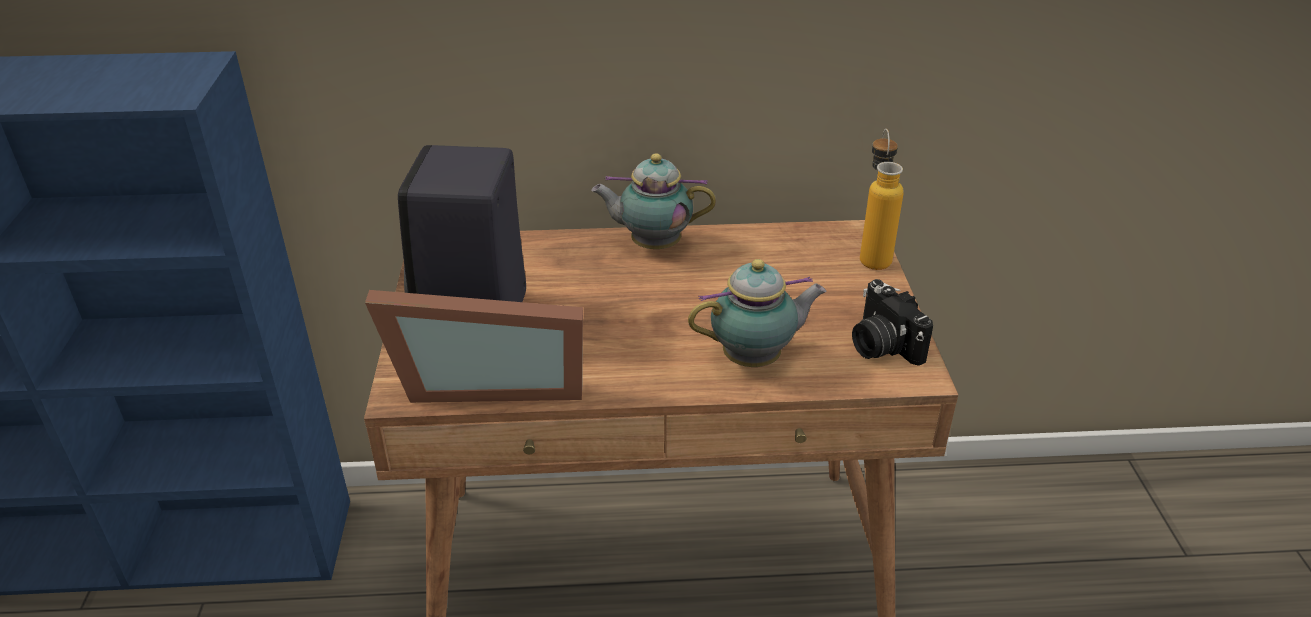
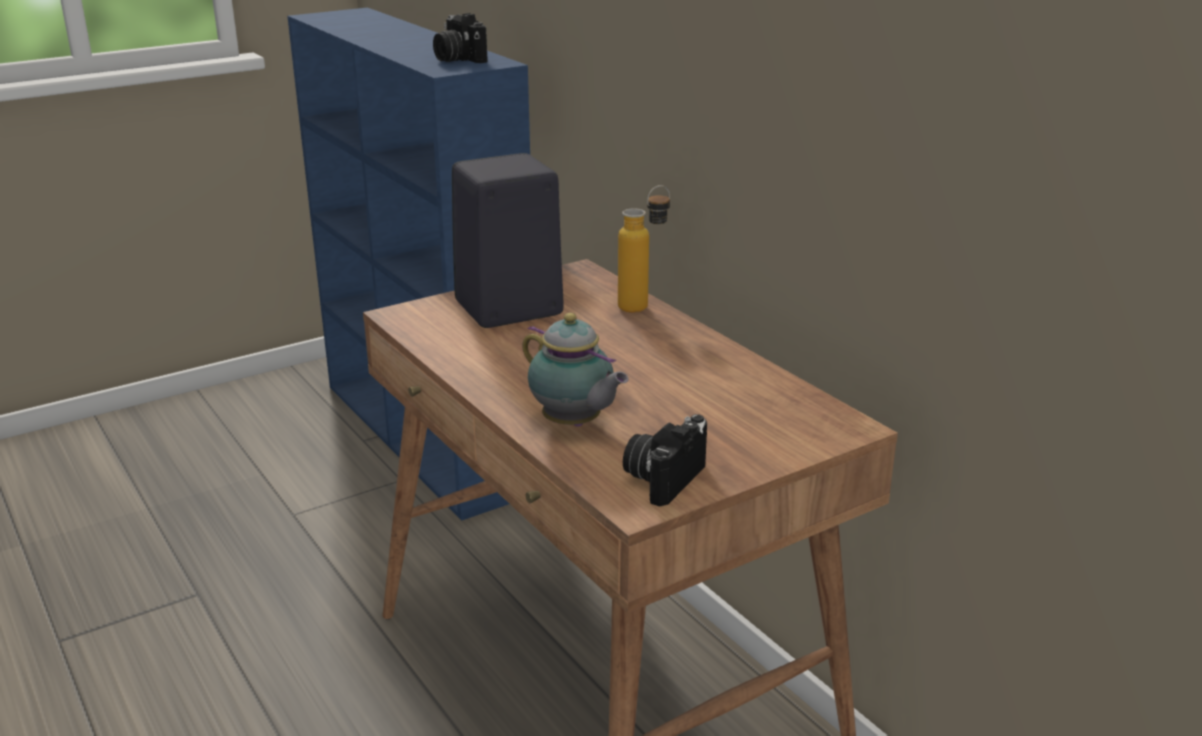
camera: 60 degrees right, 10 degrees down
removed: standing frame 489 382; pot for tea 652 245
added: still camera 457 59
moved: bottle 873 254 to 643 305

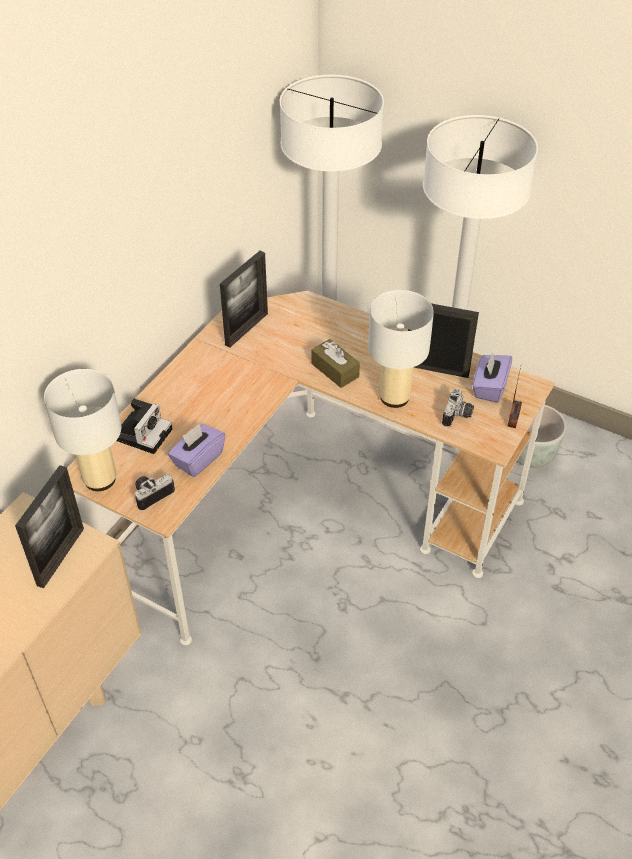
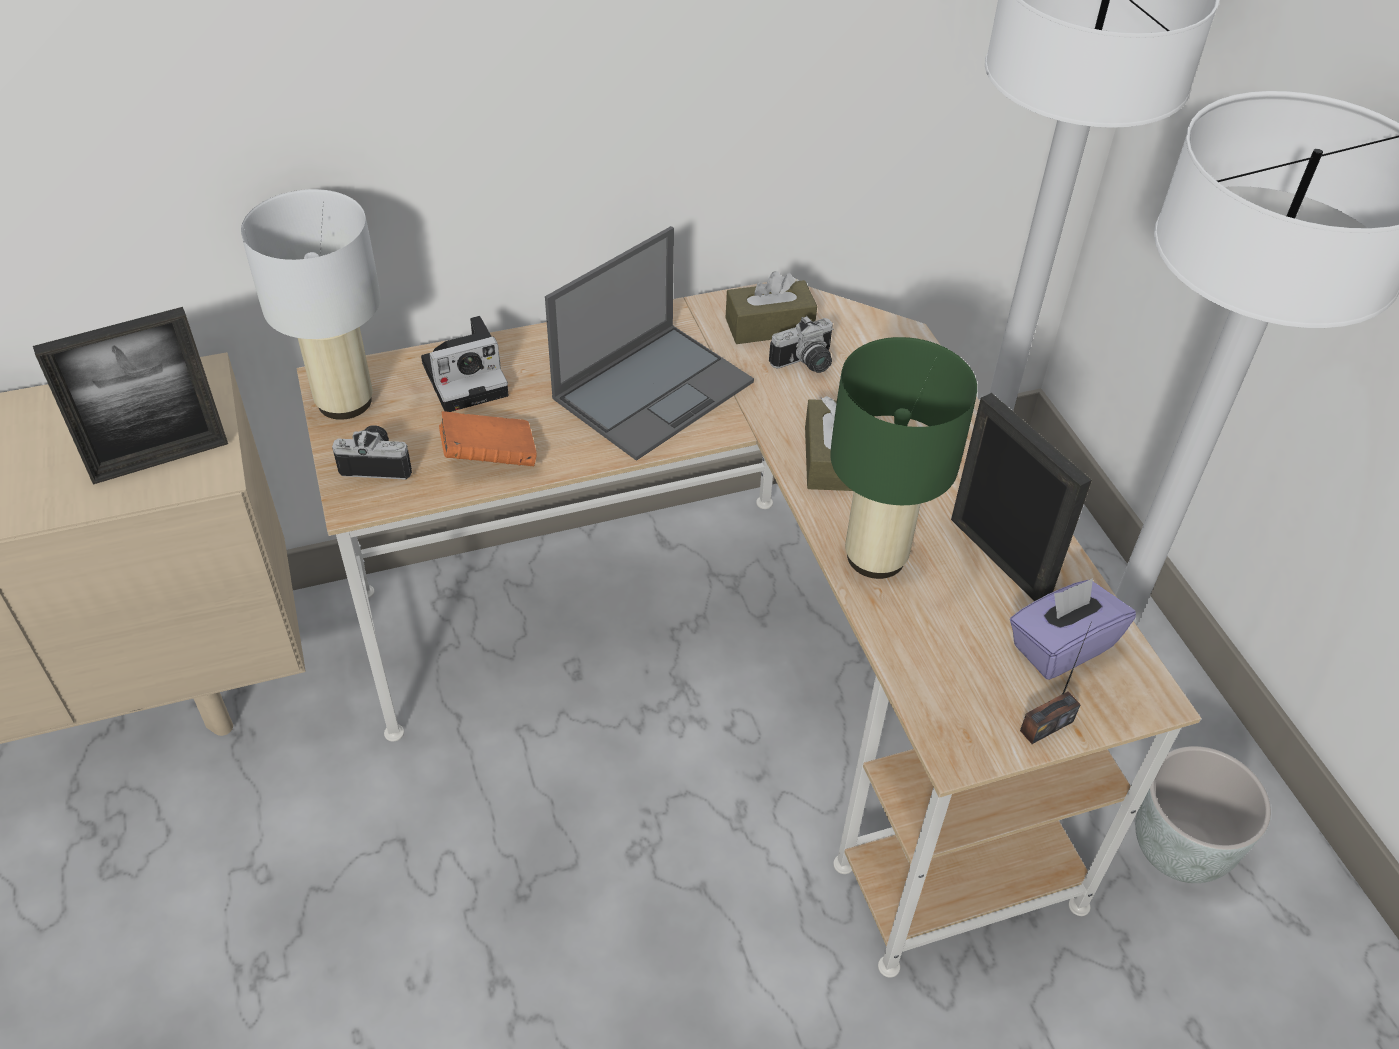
camera: 40 degrees right, 0 degrees up
added: portable computer 654 389
moved: still camera 458 416 to 806 364
replaced: purple tissue holder 198 459 to orange-coloured book 489 457; standing frame 246 329 to brown-coloured tissue holder 769 326
recoloured: white-coloured table lamp 394 398 to green table lamp 874 557

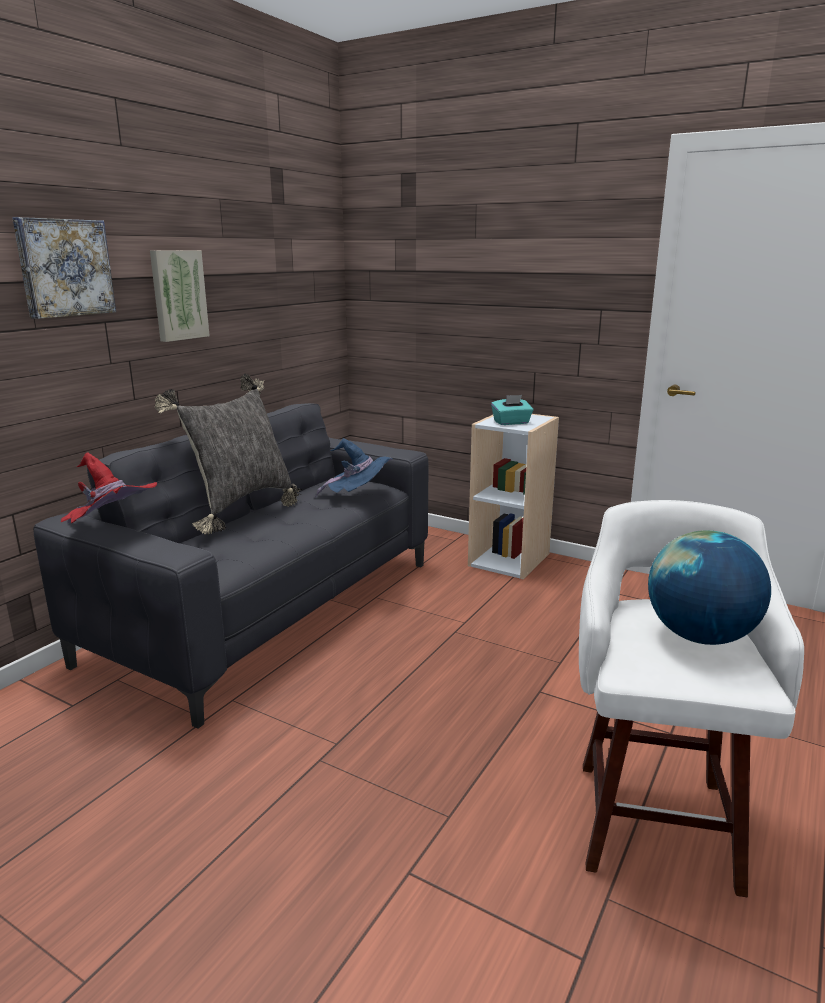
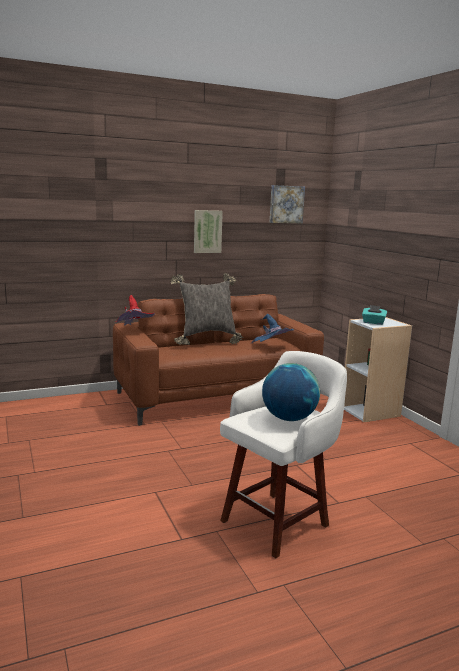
camera: 35 degrees right, 5 degrees down
moved: wall picture 64 268 to 286 204
recoloured: gray sofa 270 609 to brown-coloured sofa 216 396

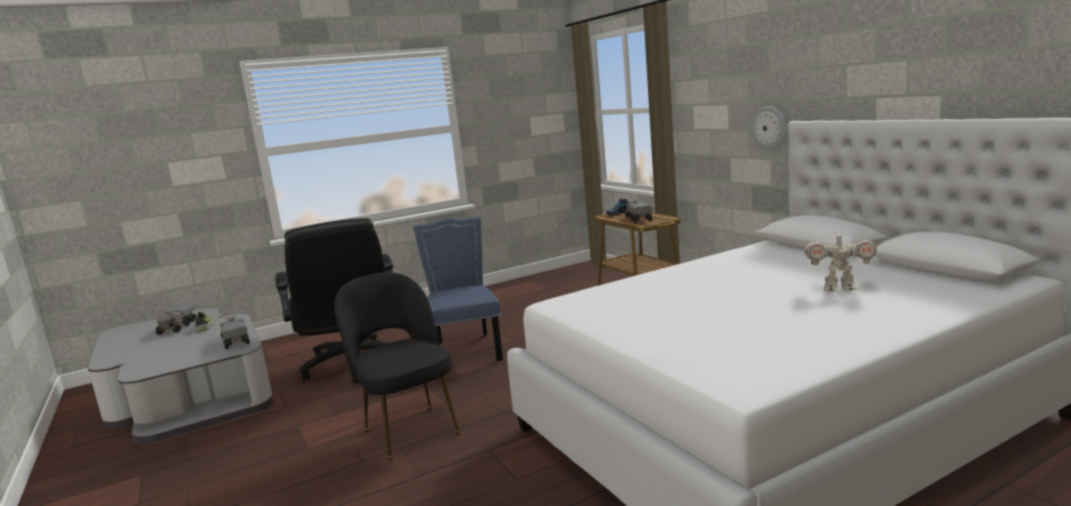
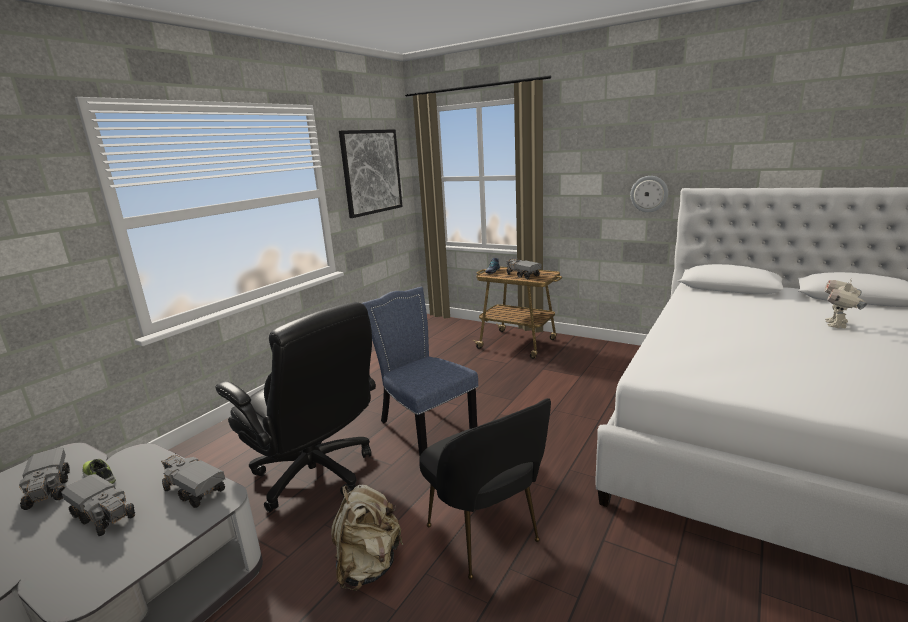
camera: 30 degrees left, 5 degrees up
added: model truck 104 516; sand-coloured backpack 368 566; wall picture 371 172
turned: black-coloured plain chair 408 429 = 487 540 150 degrees counterclockwise; model robot 839 289 = 837 325 135 degrees clockwise

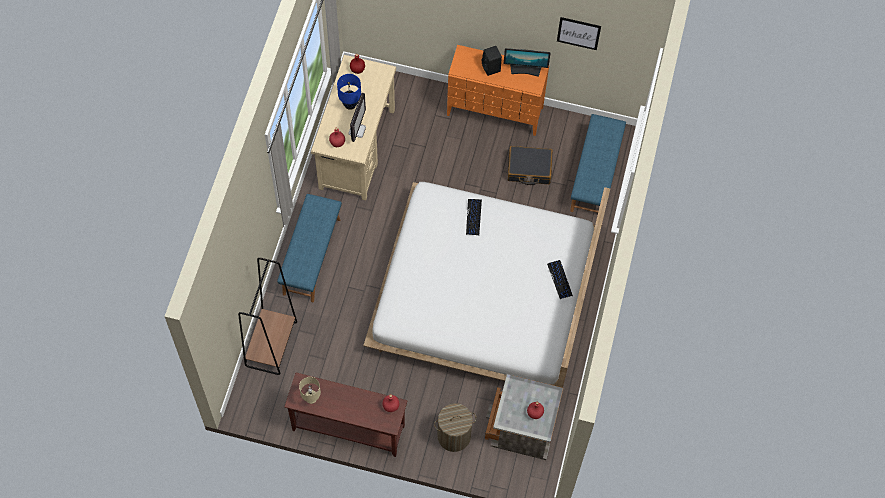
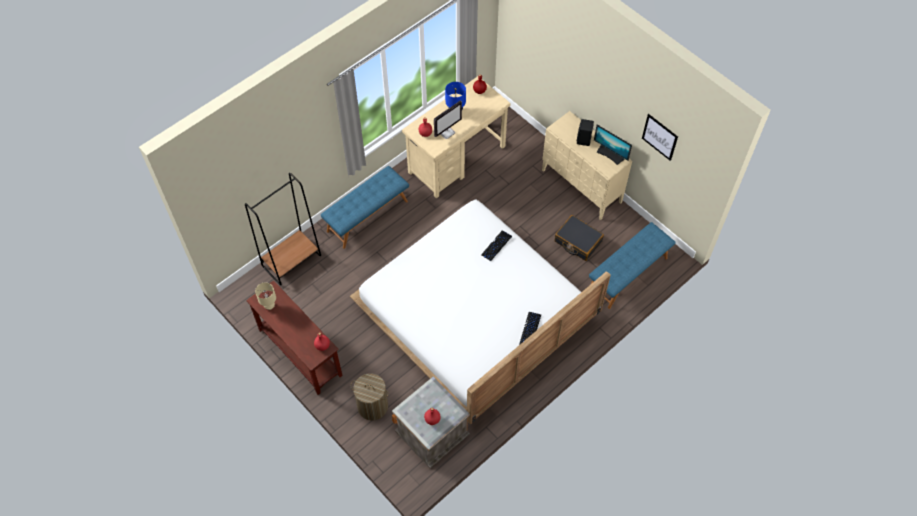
camera: 35 degrees right, 5 degrees down
recoloured: orange-coloured dresser 495 112 to sand-coloured dresser 581 187

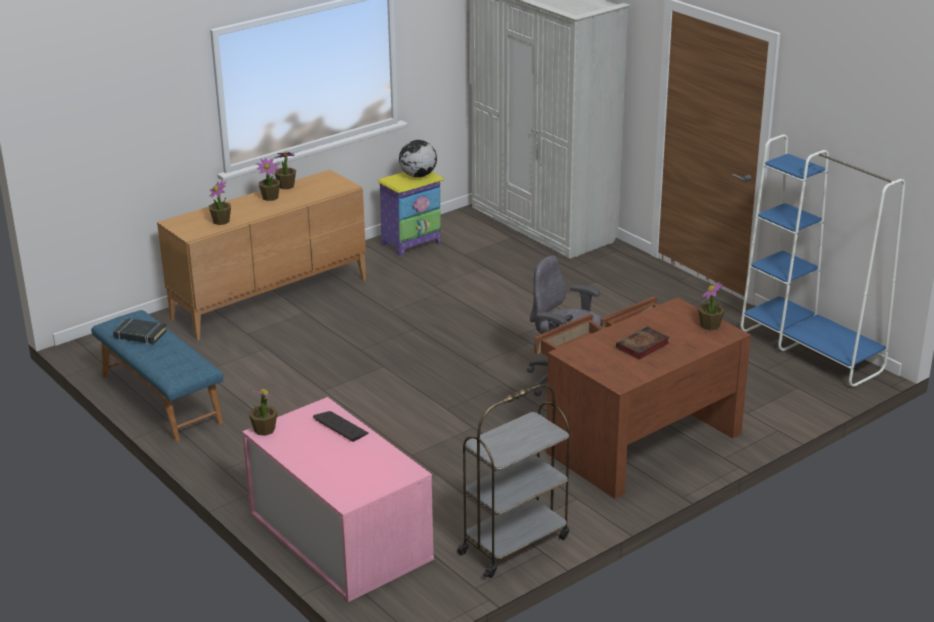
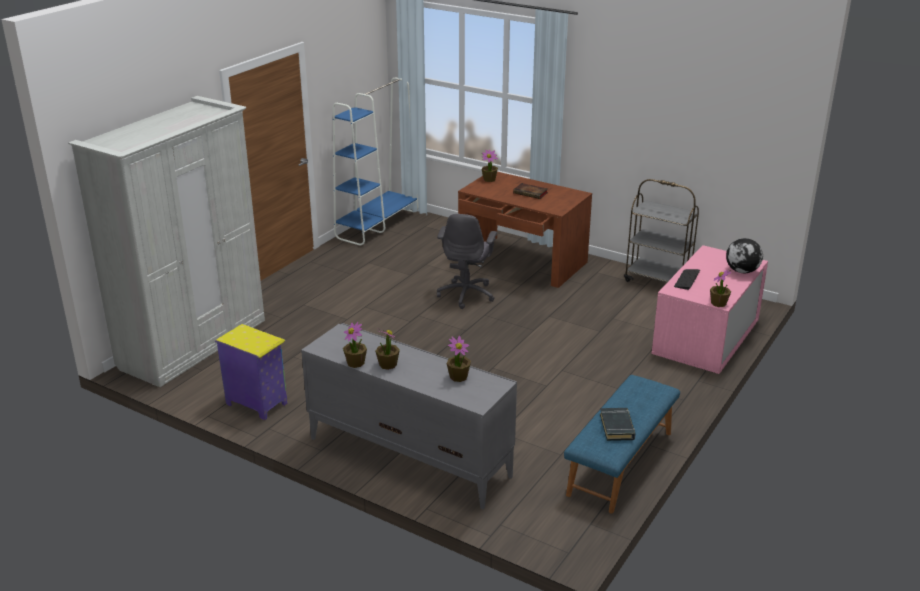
camera: 110 degrees left, 0 degrees up
moved: globe 418 175 to 742 271
recoloured: brown-coloured dresser 270 298 to gray dresser 408 457

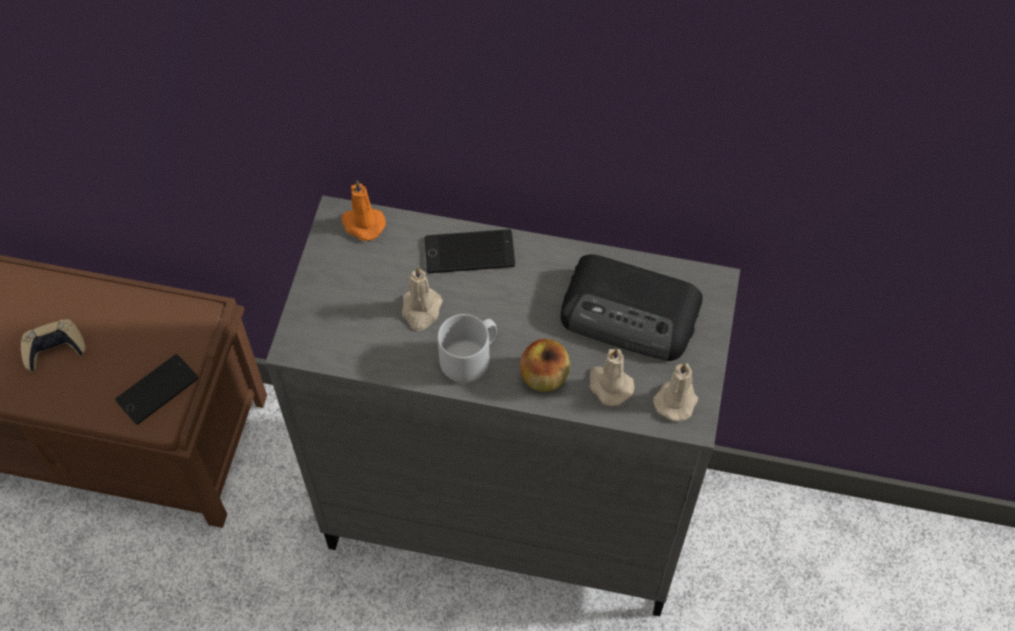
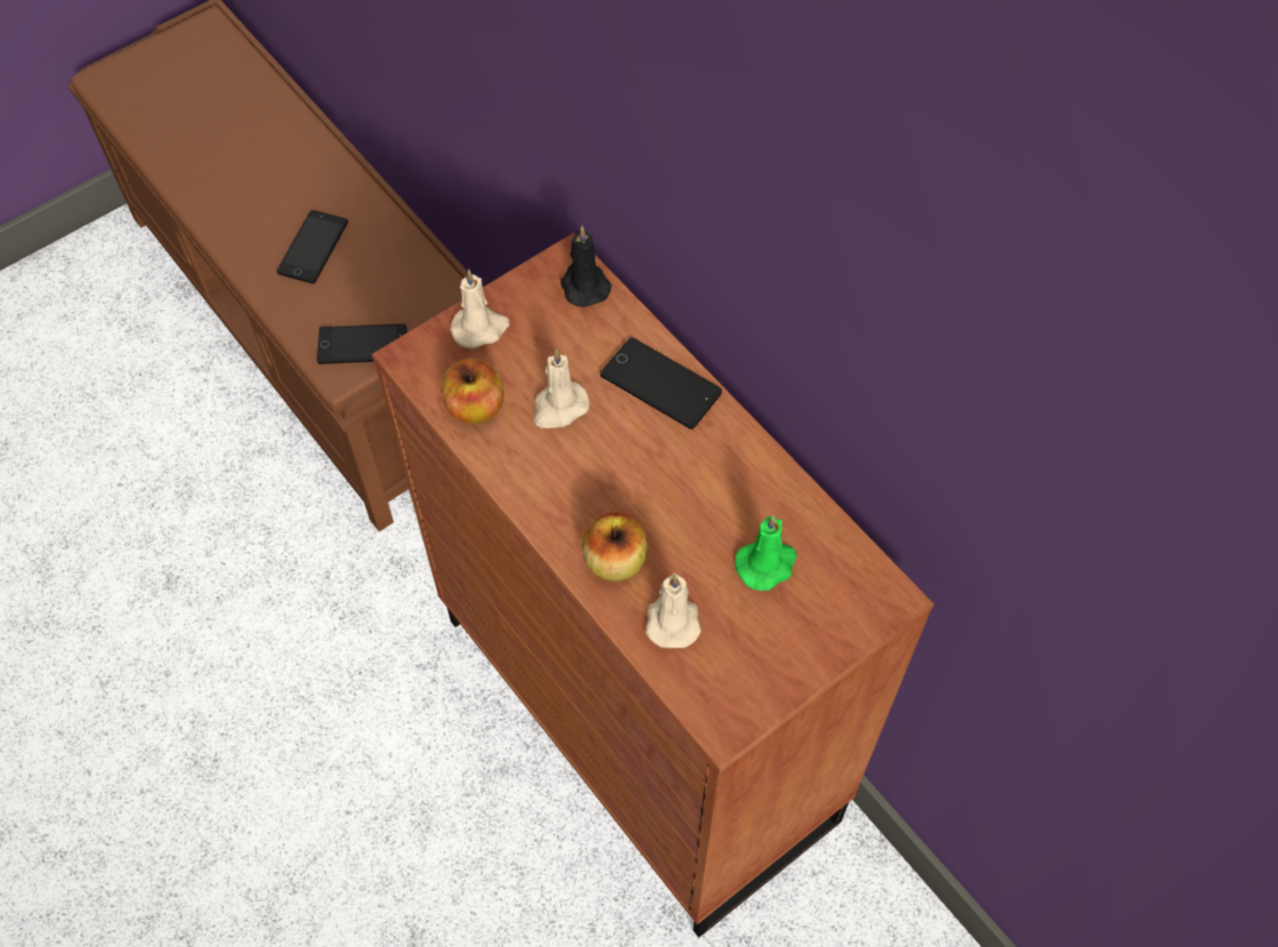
camera: 40 degrees right, 0 degrees up
removed: gray coffee mug 470 358
added: whole apple 475 407
moved: sand-coloured wax light 676 399 to 481 328
replaced: sand-coloured joypad 54 348 to handset 313 247; radio 631 314 to green wax light 767 564
recoloured: gray dresser 509 511 to brown-coloured dresser 642 717; orange-coloured wax light 362 224 to black-coloured wax light 584 285

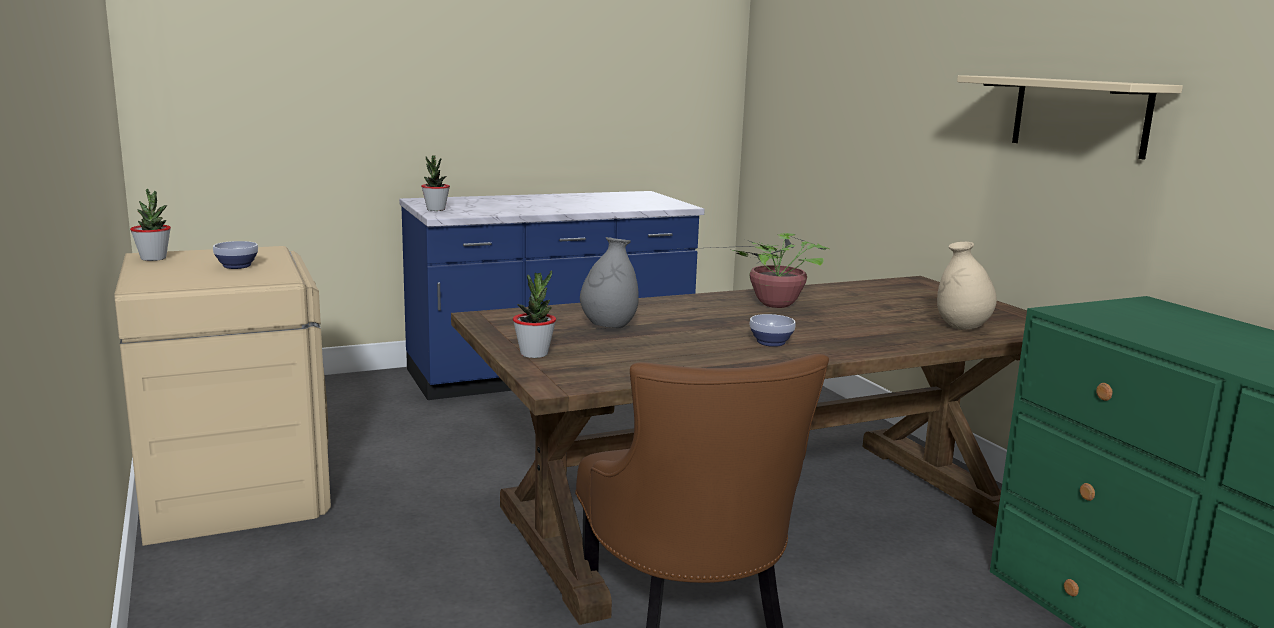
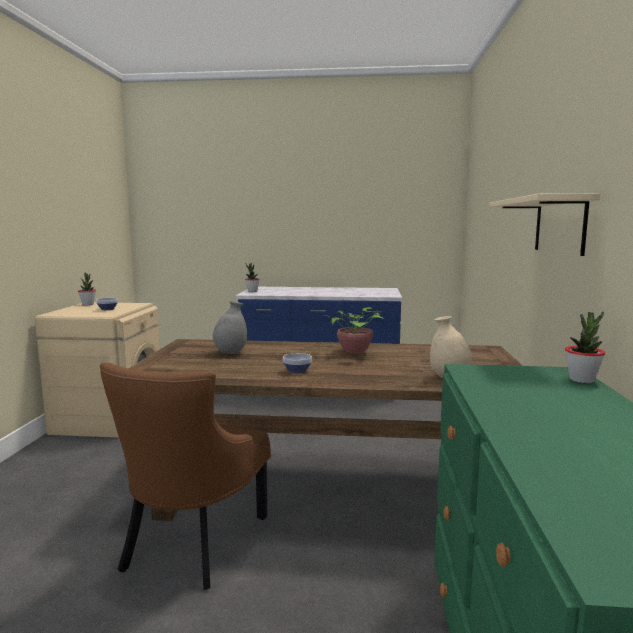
camera: 30 degrees right, 5 degrees down
moved: plant in a pot 534 354 to 582 380

